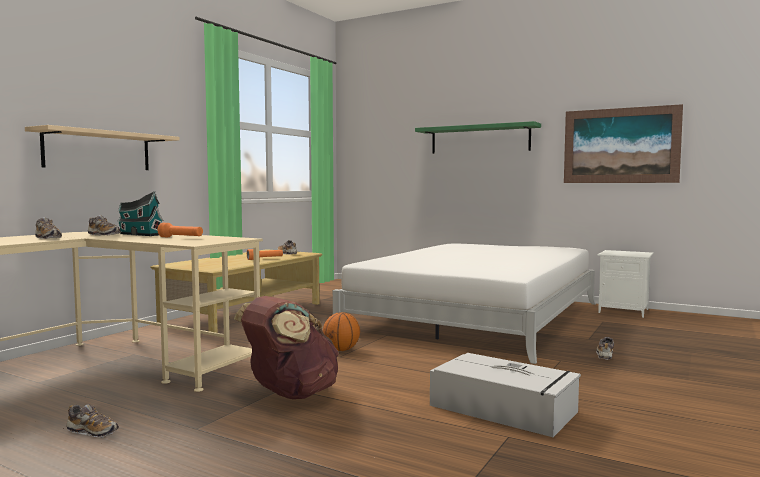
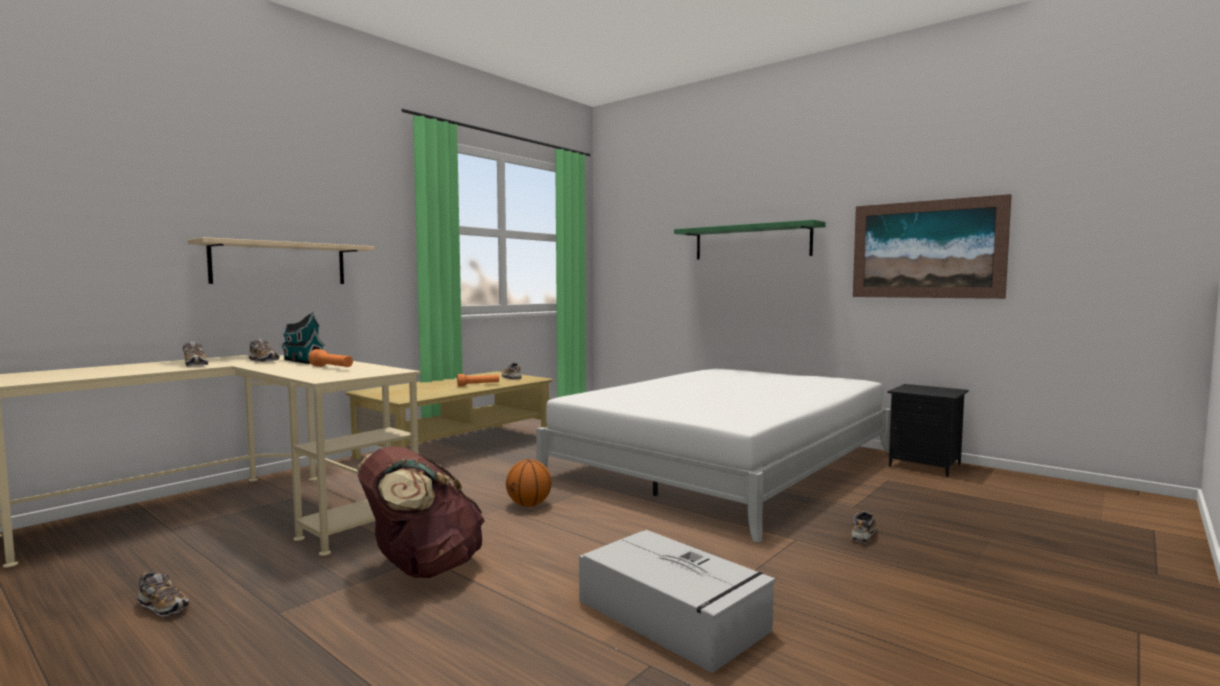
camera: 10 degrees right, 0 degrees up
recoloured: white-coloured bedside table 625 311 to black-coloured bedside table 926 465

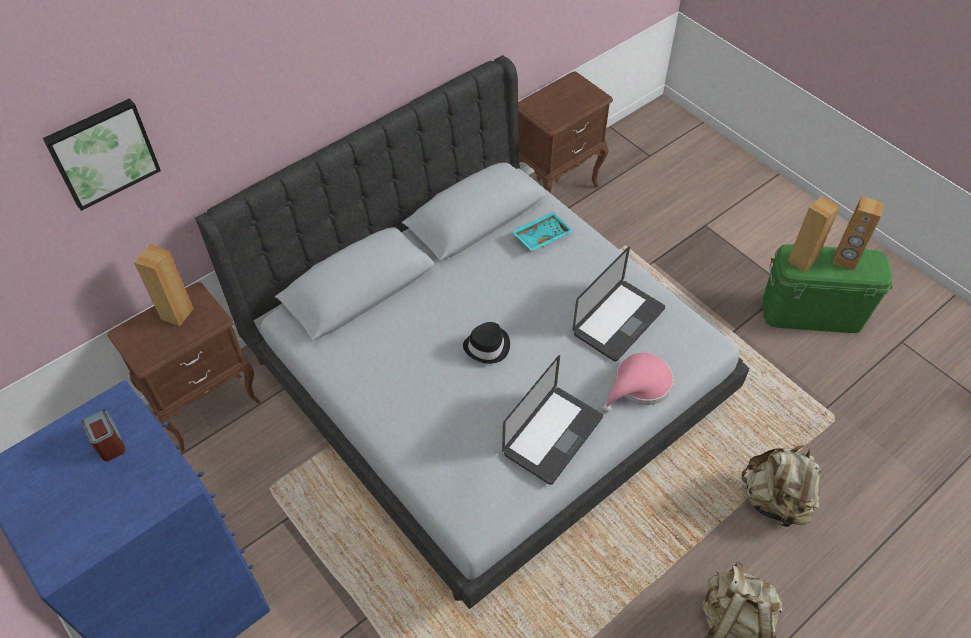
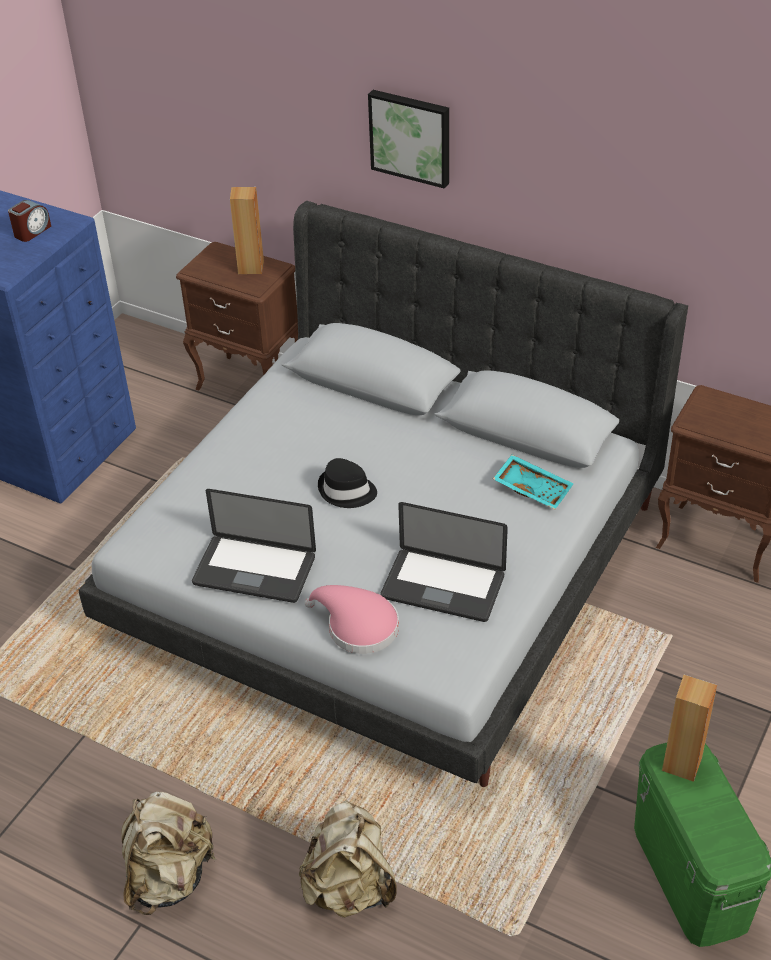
camera: 70 degrees right, 10 degrees down
removed: brown-coloured speaker 845 260
moved: wall picture 102 152 to 411 136

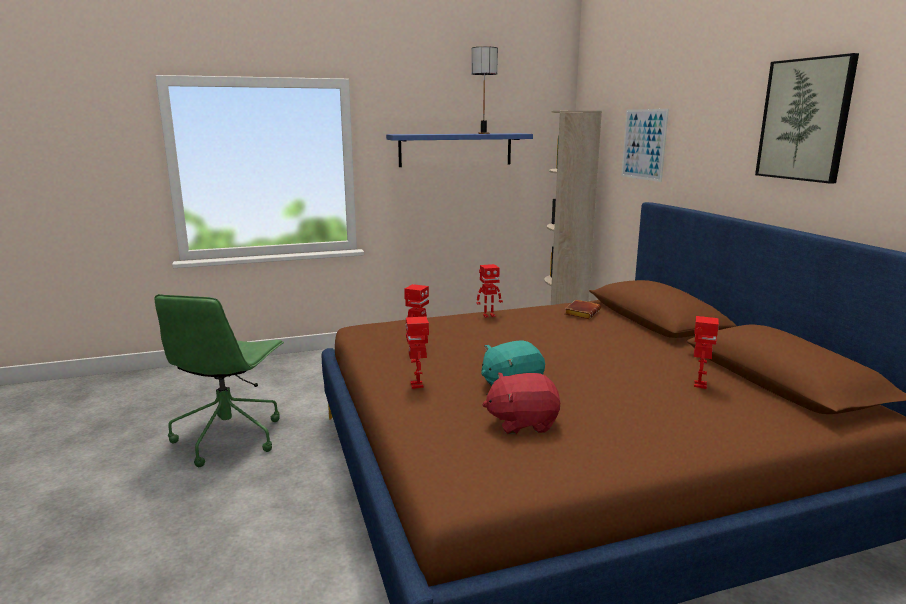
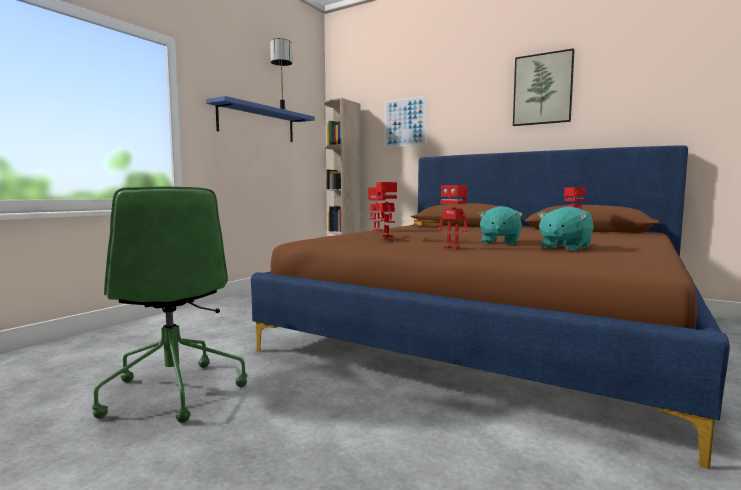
camera: 40 degrees left, 10 degrees down
recoloured: reddish plush toy 522 423 to turquoise-coloured plush toy 564 248

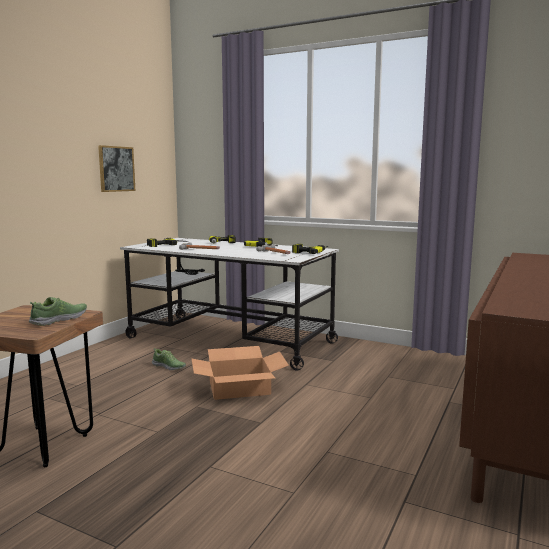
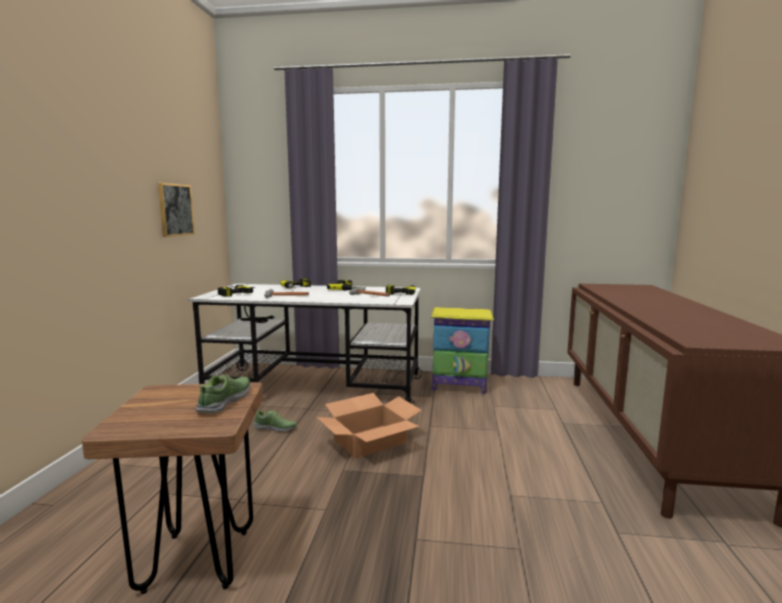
camera: 20 degrees left, 0 degrees up
added: bedside table 460 386

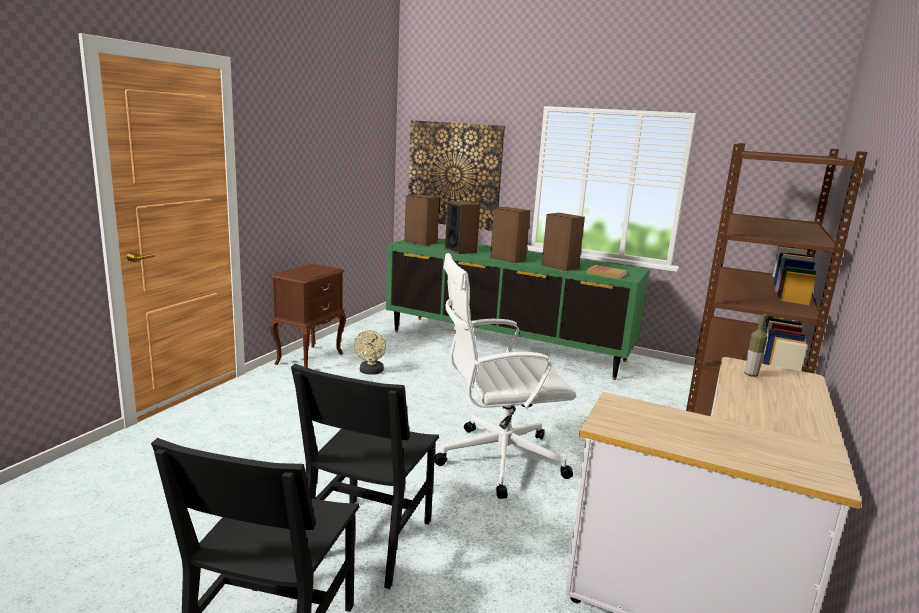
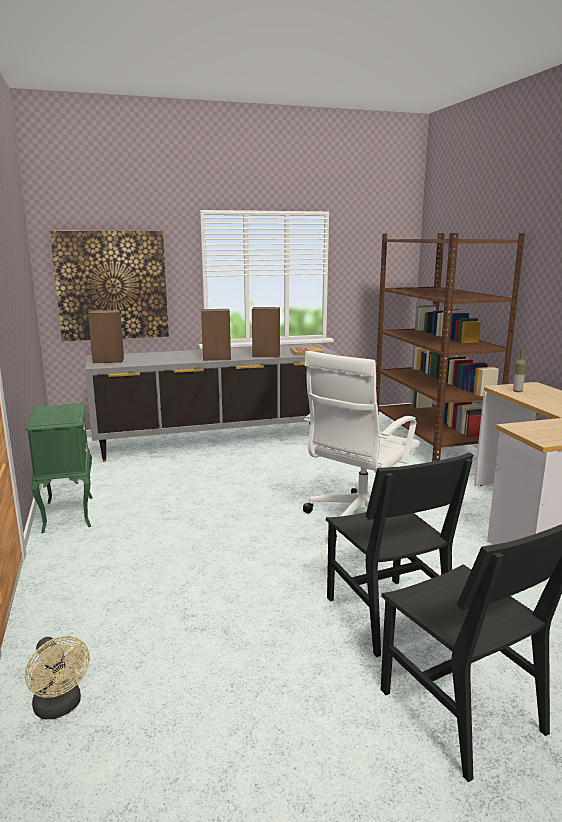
camera: 40 degrees left, 0 degrees up
removed: speaker 460 250
moved: sand-coloured fan 371 372 to 60 707
recoloured: brown-coloured bedside table 309 359 to green bedside table 68 514; green cabinet 506 346 to gray cabinet 216 441

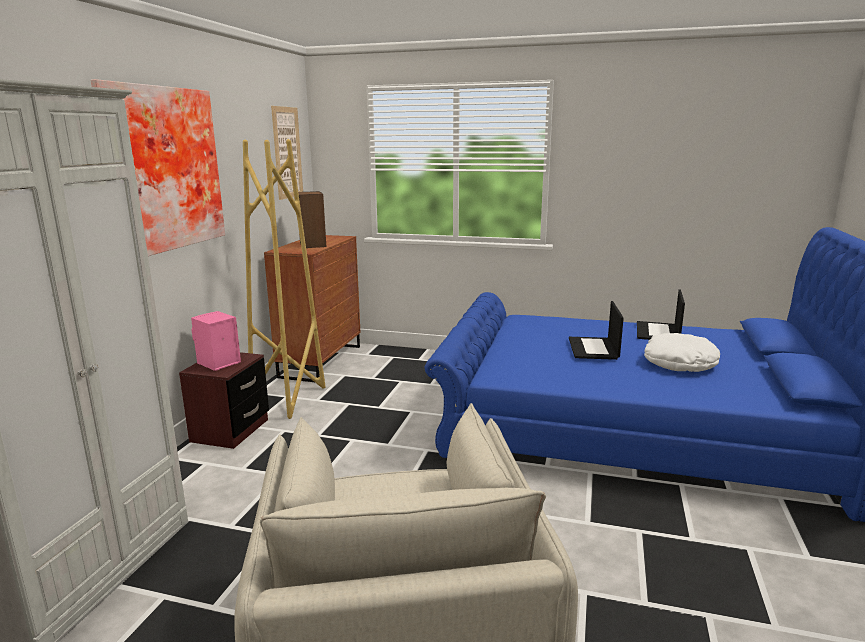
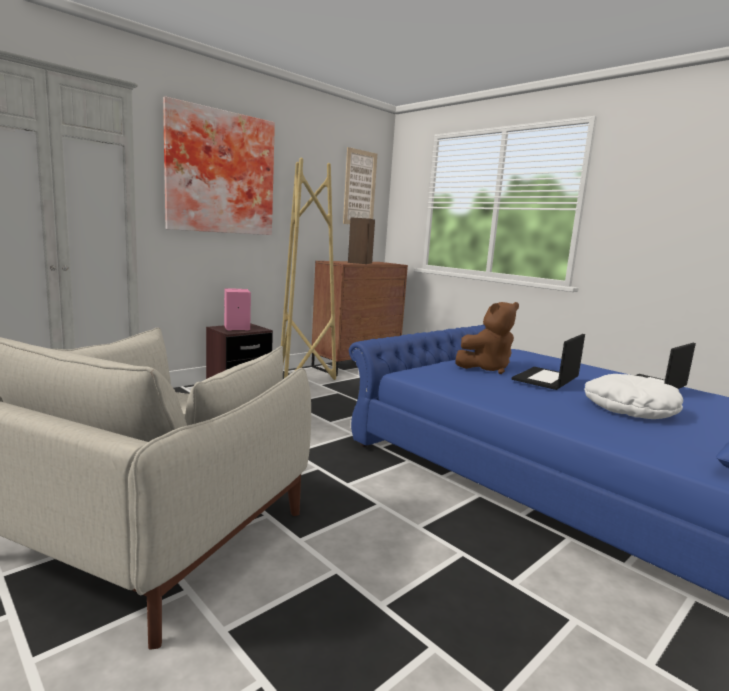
camera: 30 degrees right, 5 degrees down
added: brown-coloured plush toy 486 368

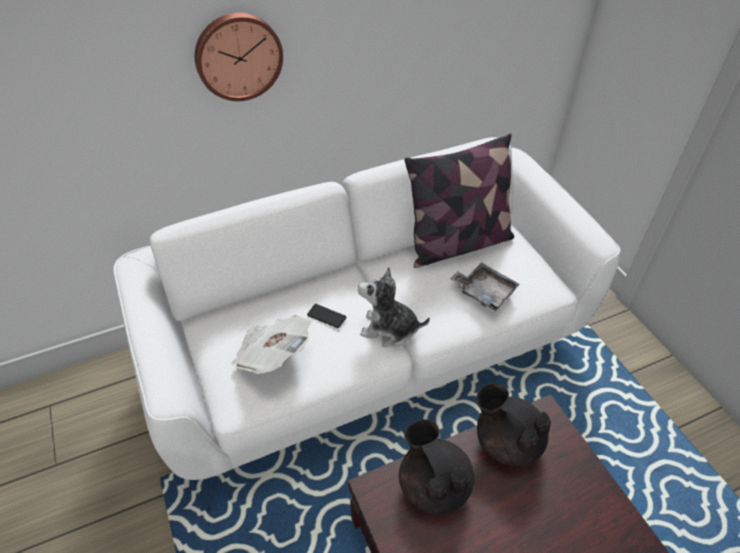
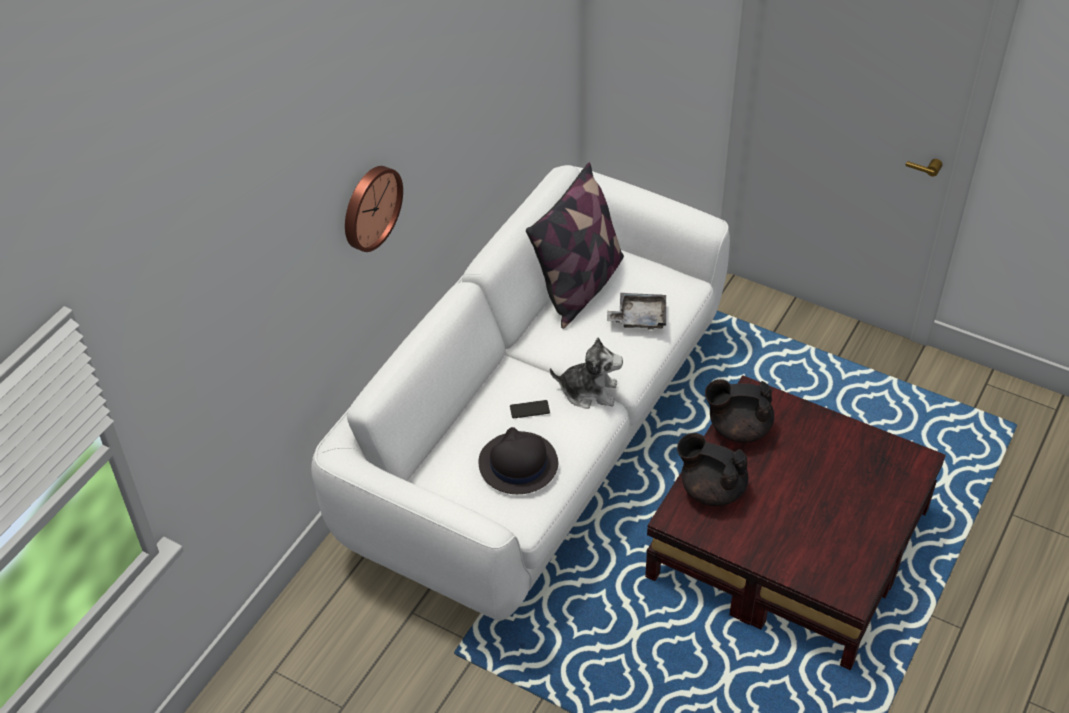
camera: 35 degrees left, 0 degrees up
replaced: newspaper 273 355 to black-coloured clothing hat 517 464
turned: plush toy 389 329 = 589 391 150 degrees counterclockwise

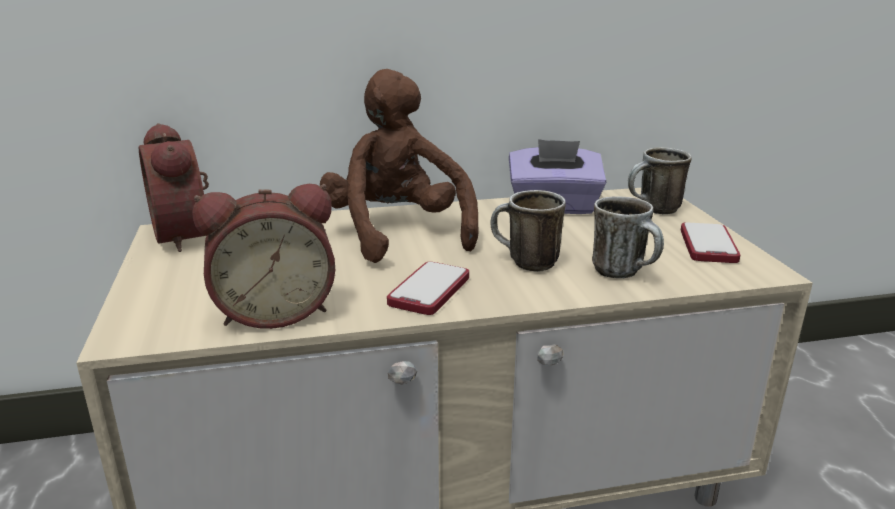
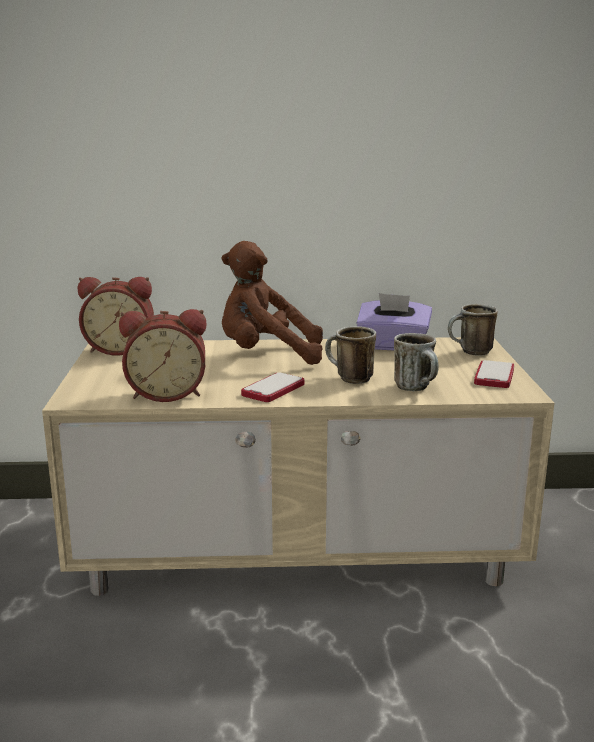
camera: 10 degrees right, 5 degrees down
turned: alarm clock 187 235 = 120 349 75 degrees counterclockwise; brown-coloured plush toy 397 233 = 267 356 75 degrees counterclockwise

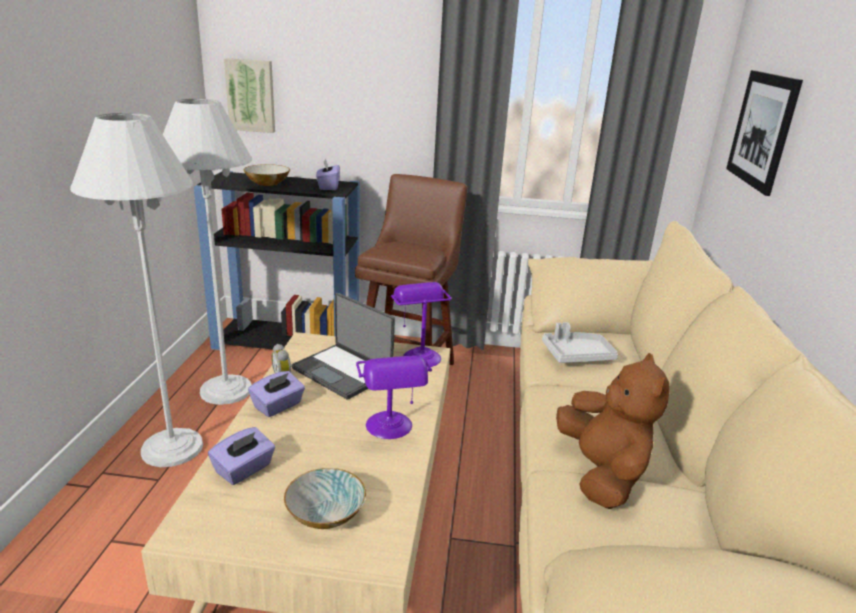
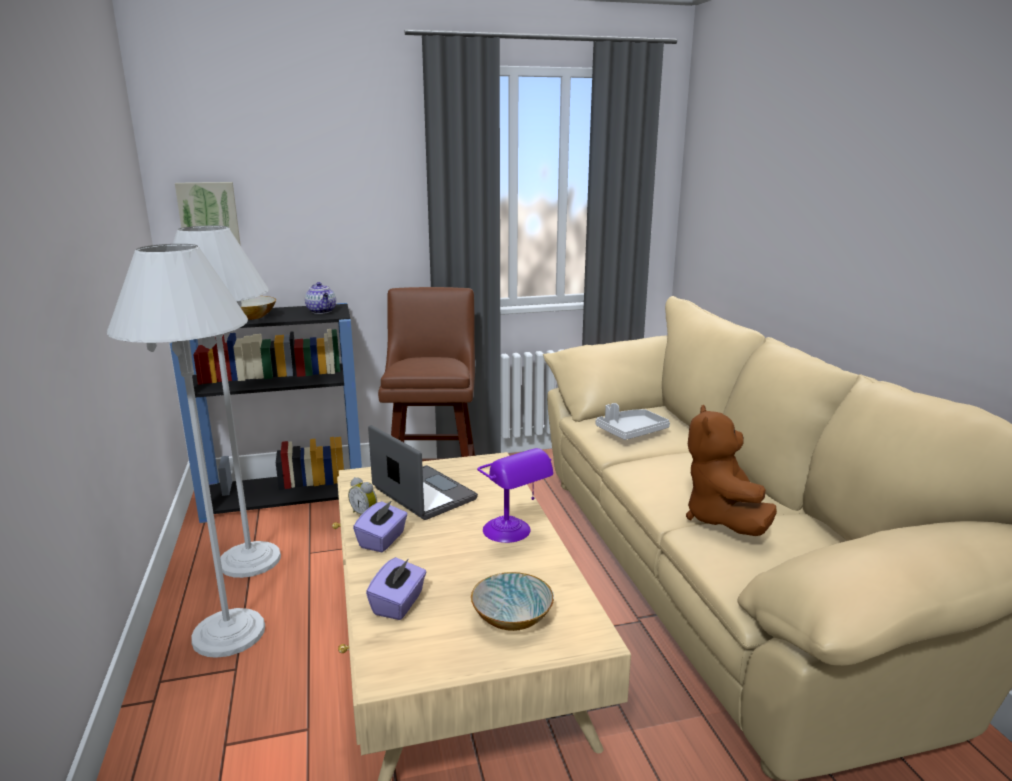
camera: 20 degrees left, 5 degrees down
removed: purple table lamp 418 354; wall picture 762 130
replaced: purple tissue holder 328 187 to pot for tea 322 311
turned: portable computer 343 371 = 422 495 150 degrees counterclockwise; brown-coloured plush toy 602 473 = 722 519 150 degrees counterclockwise

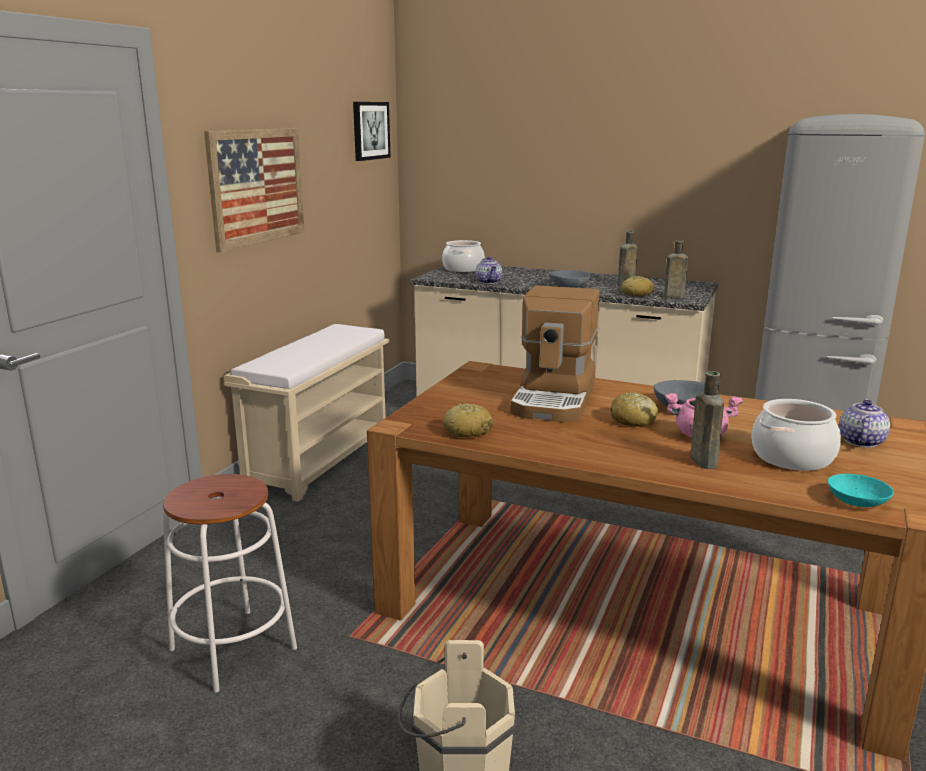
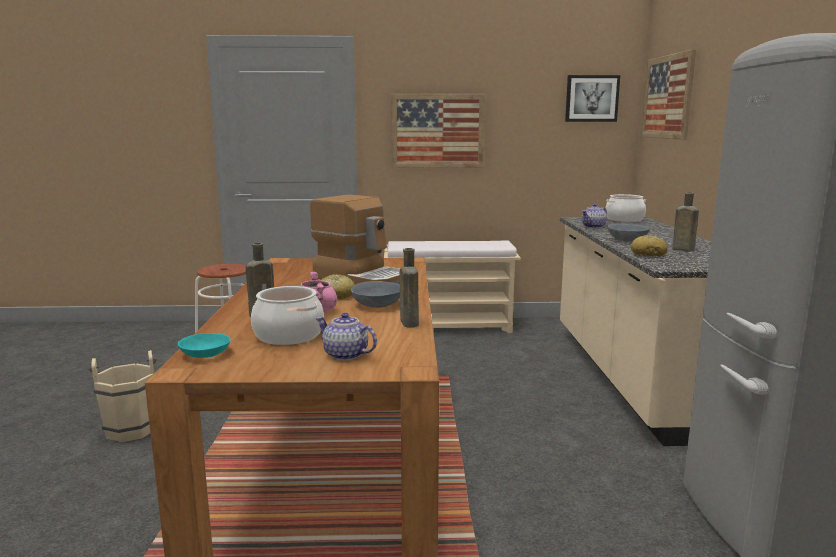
camera: 65 degrees right, 5 degrees down
removed: baked bread 467 430
added: wall picture 667 97
moved: brown-coloured bottle 672 296 to 408 322
turned: coffee maker 555 399 = 362 278 135 degrees counterclockwise; pot for tea 860 441 = 346 355 150 degrees counterclockwise

